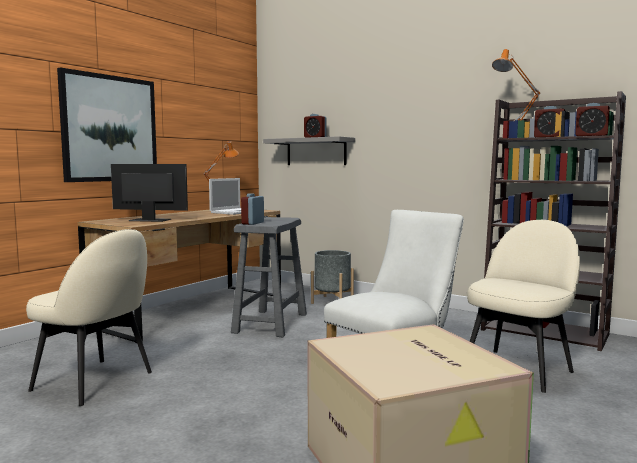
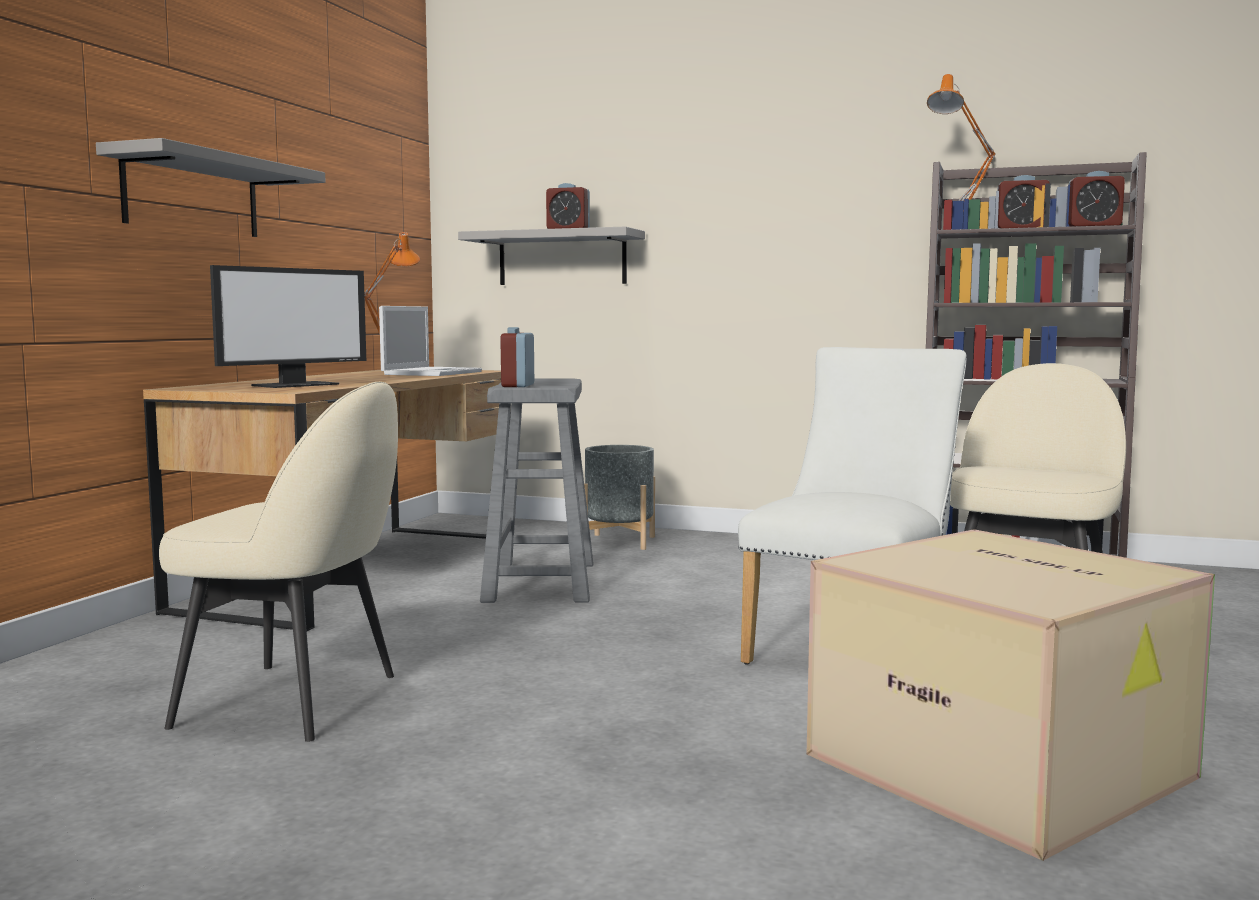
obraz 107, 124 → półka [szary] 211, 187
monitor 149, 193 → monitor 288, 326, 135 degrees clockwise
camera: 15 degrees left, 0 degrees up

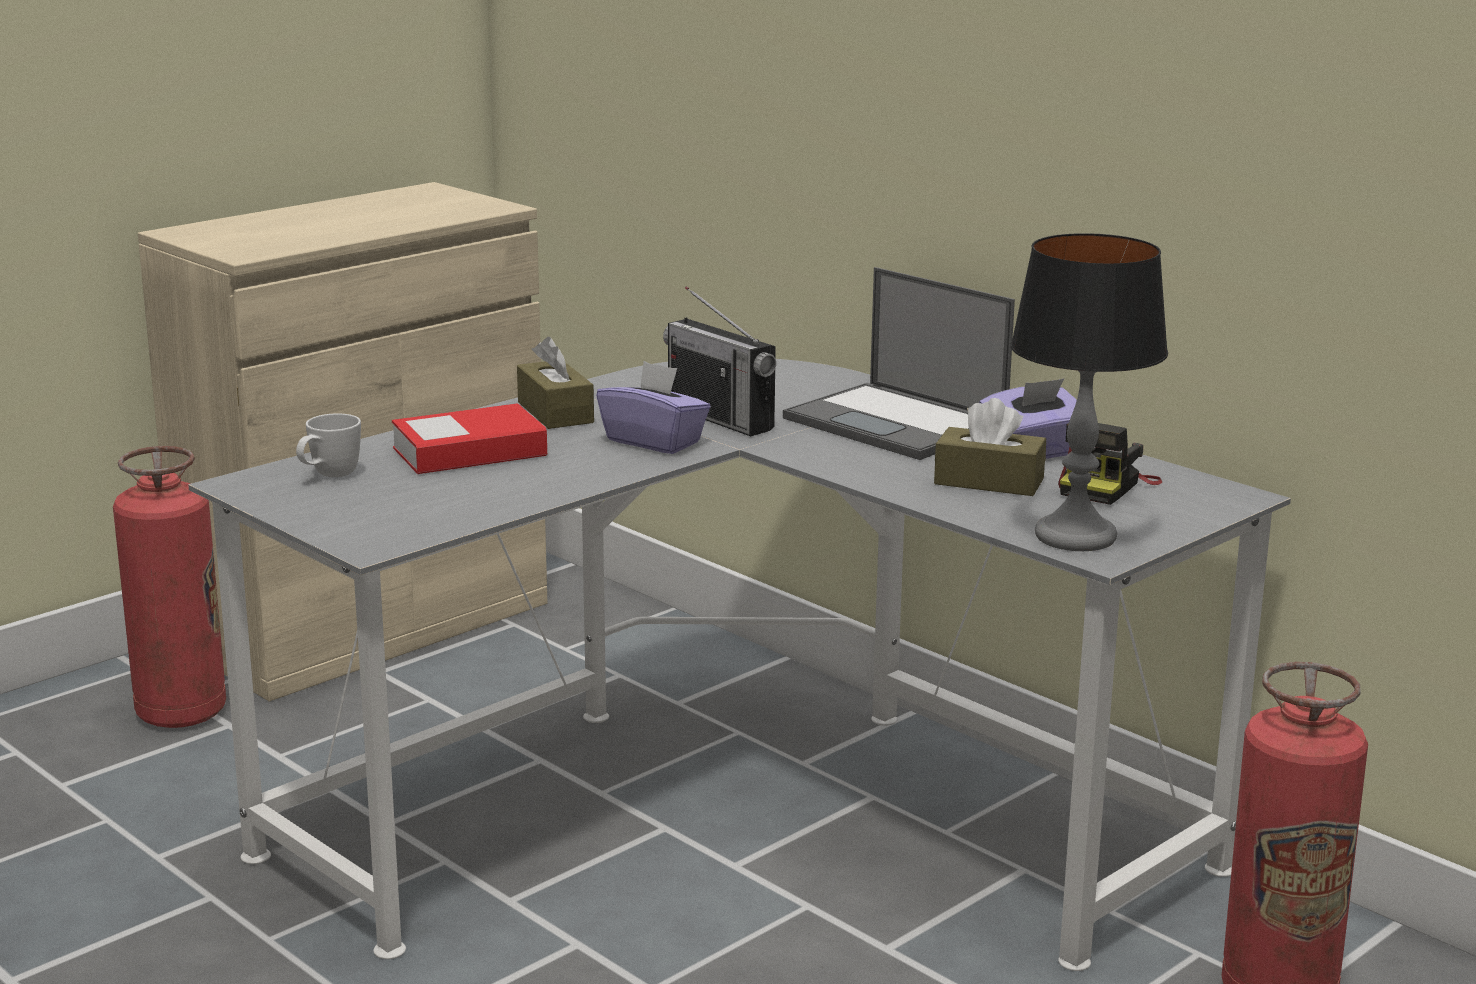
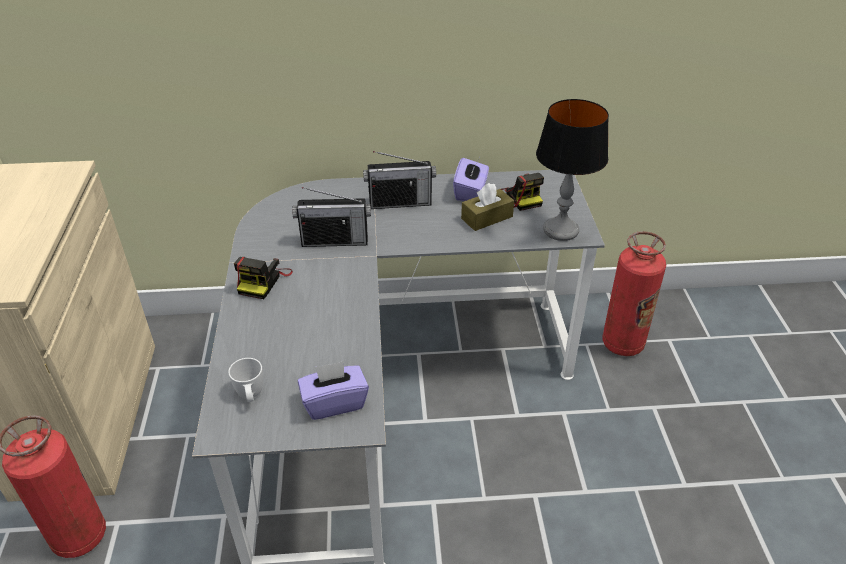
książka 469, 438 → -
pudełko chusteczek [fioletowy] 653, 407 → pudełko chusteczek [fioletowy] 333, 390, shifted
pudełko chusteczek [brązowy] 555, 383 → aparat fotograficzny 263, 278
laptop 899, 363 → radio 399, 180
camera: 50 degrees left, 20 degrees up

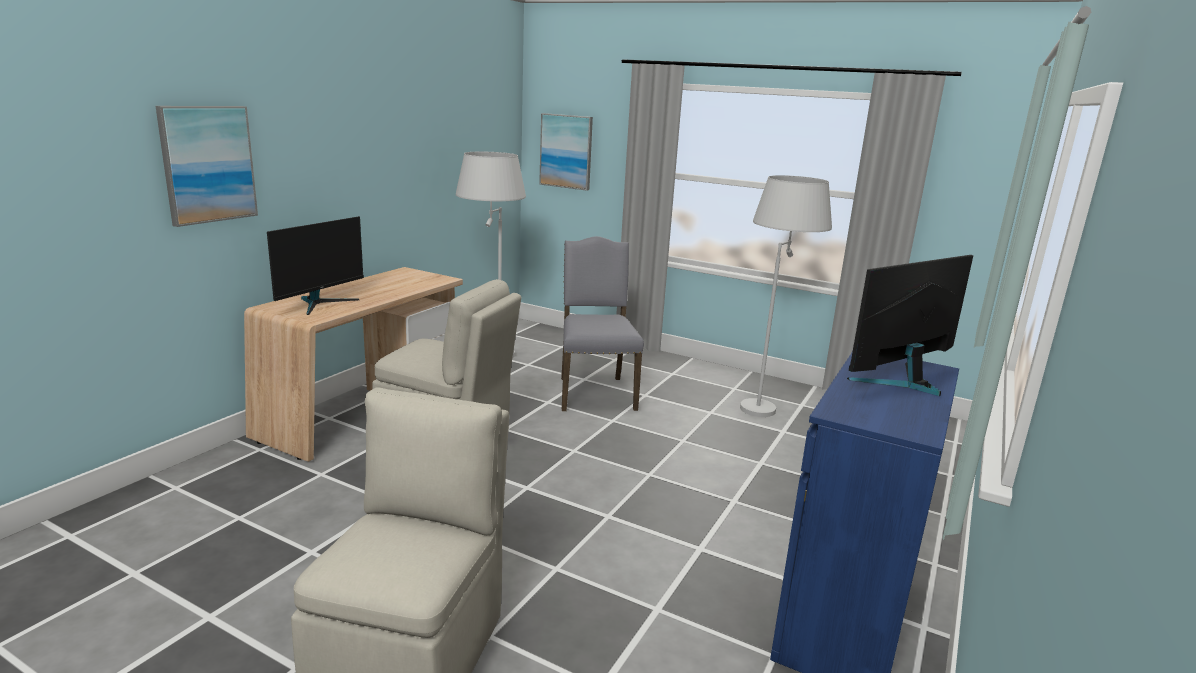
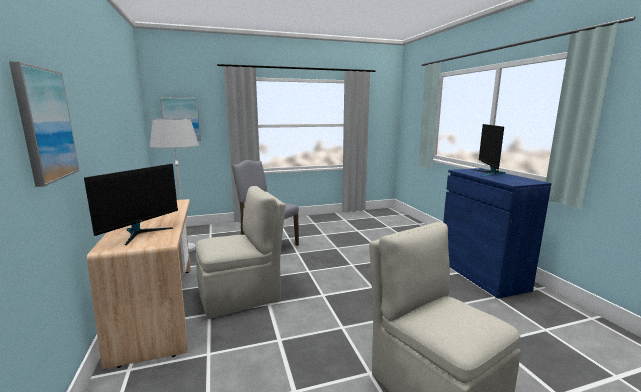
lampa stojąca [biały] 786, 296 → -
monitor 315, 265 → monitor 131, 204, 45 degrees clockwise
camera: 45 degrees left, 5 degrees down

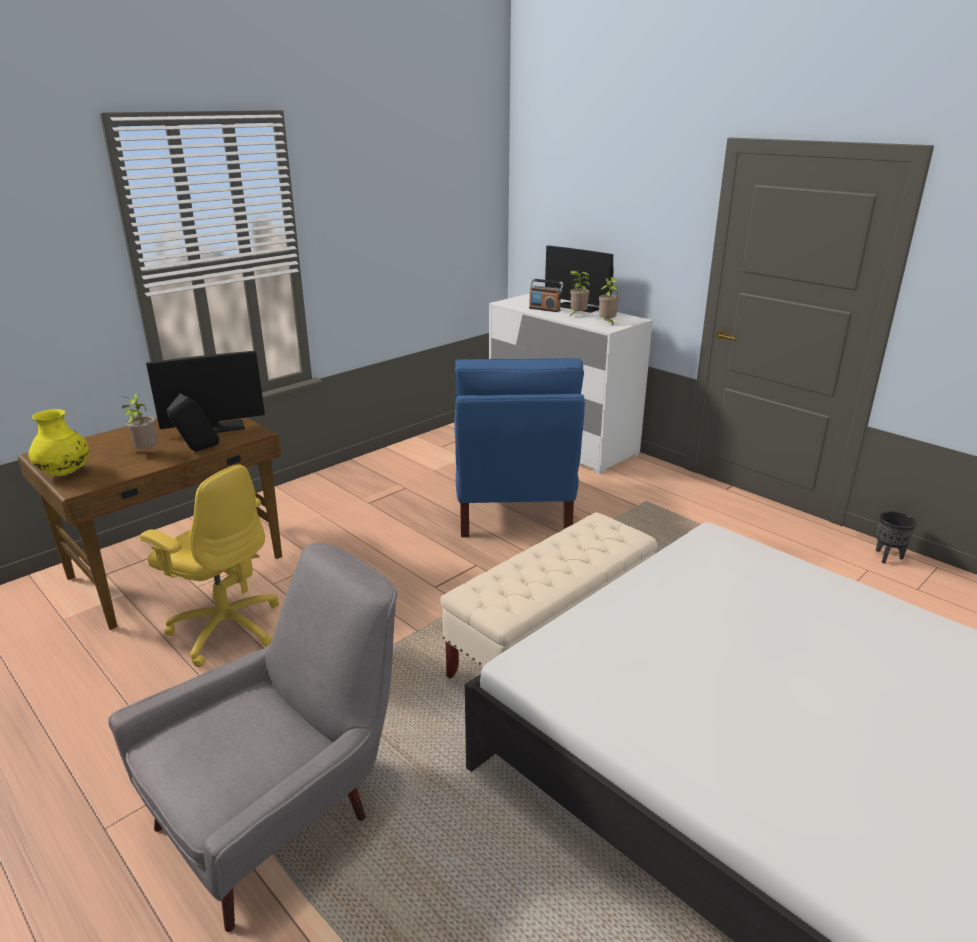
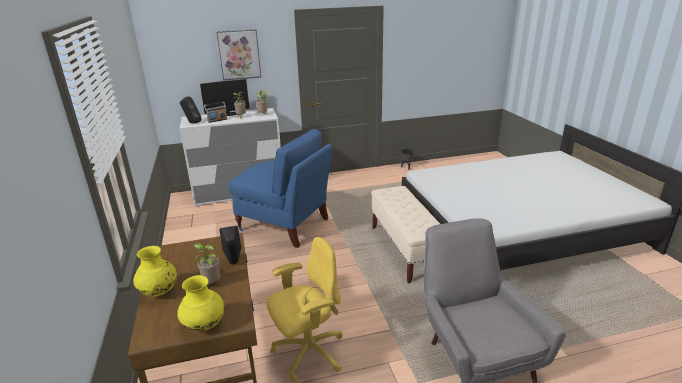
monitor 205, 392 → -
- → wazon [żółty] 155, 271
- → głośnik [czarny] 191, 109
- → obraz 238, 55
camera: 60 degrees left, 0 degrees up

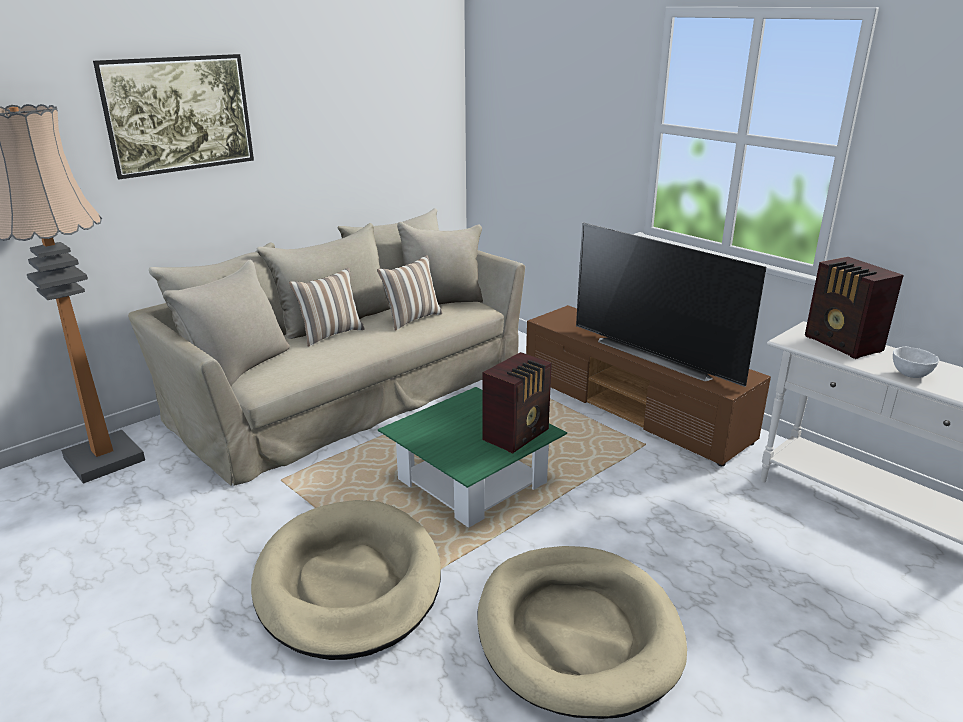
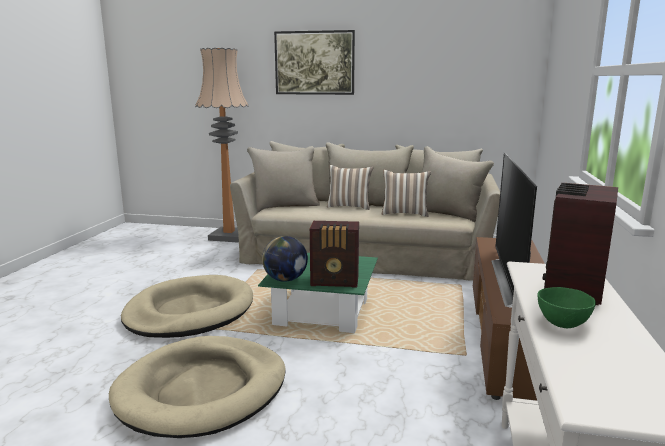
- → globus 285, 259
miska [biały] 916, 362 → miska [zielony] 567, 307
camera: 55 degrees right, 10 degrees down

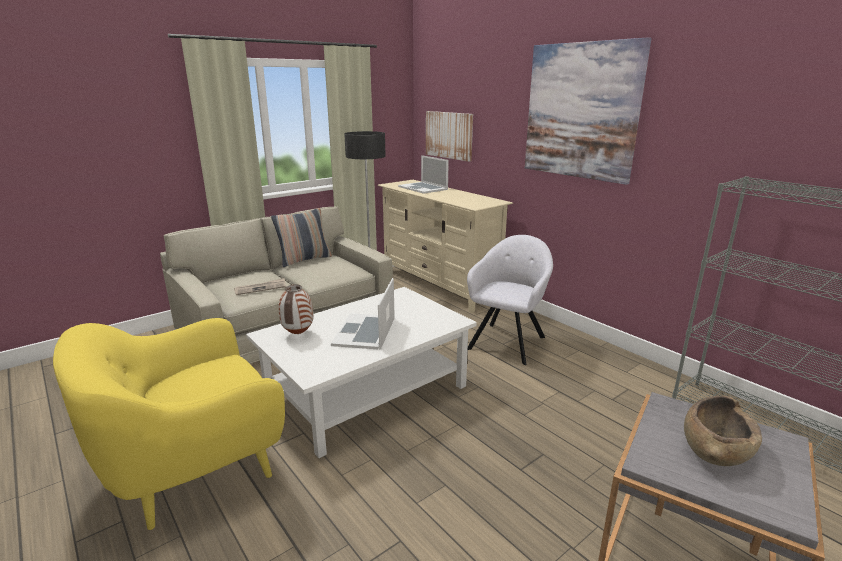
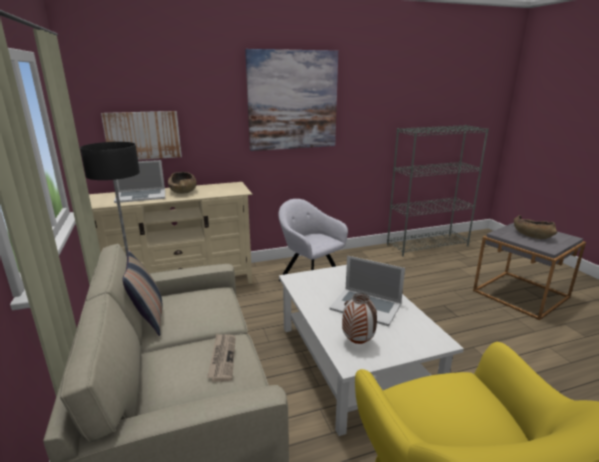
- → miska [brązowy] 182, 183
camera: 70 degrees left, 0 degrees up

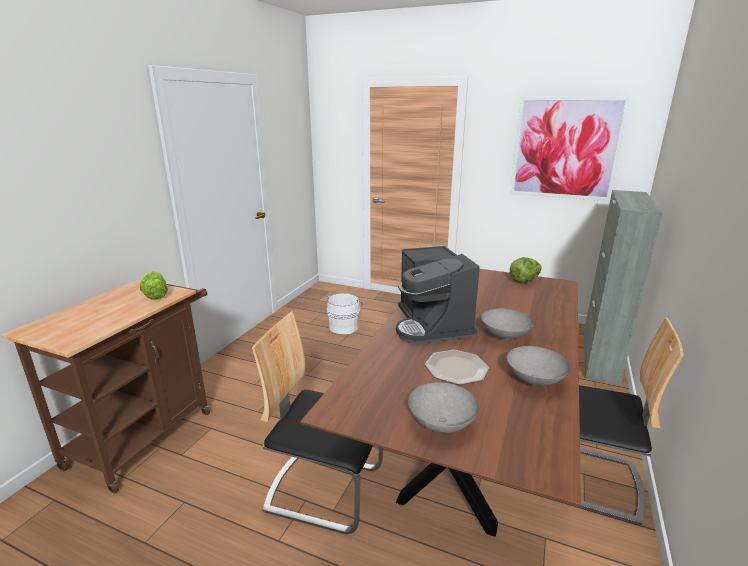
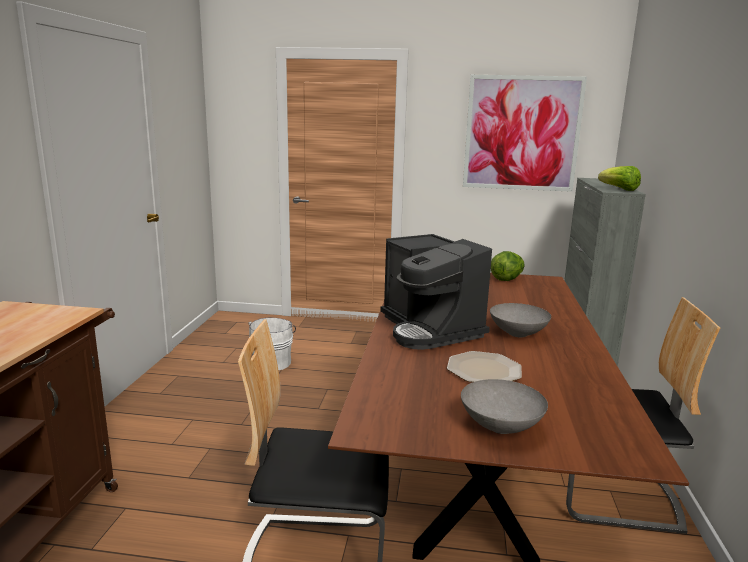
miska [szary] 539, 366 → -
sałata 154, 285 → sałata 619, 178, shifted
camera: 15 degrees left, 5 degrees down

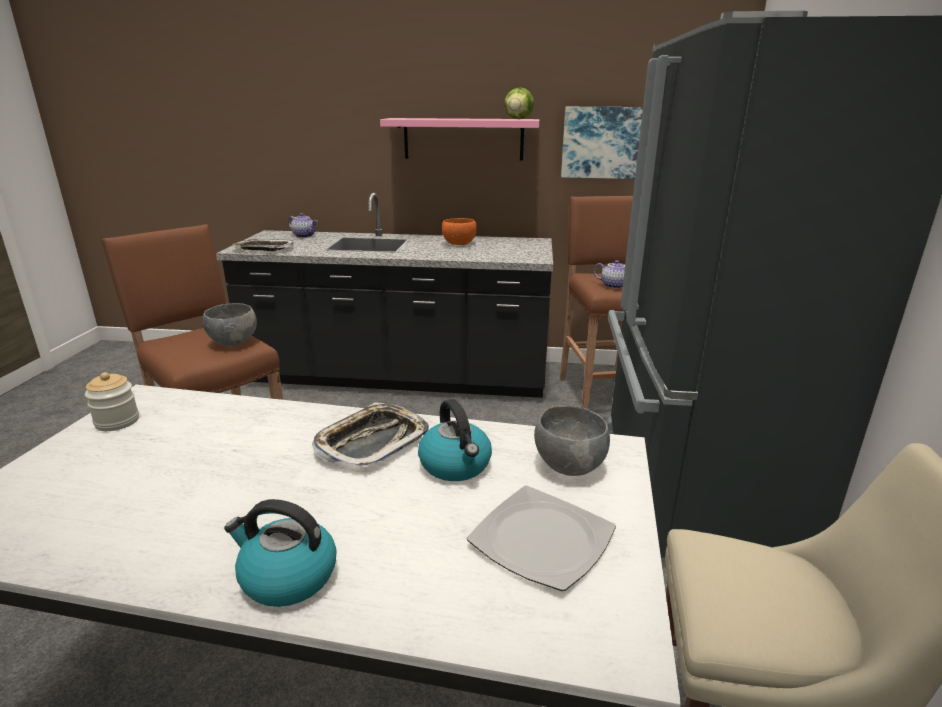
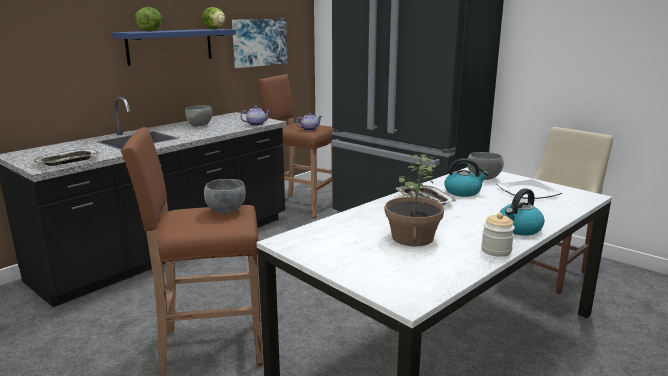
- → sałata 148, 19
- → roślina doniczkowa 414, 200
słoik 112, 401 → słoik 498, 235, shifted
imbryk 302, 225 → imbryk 255, 116, shifted
półka [różowy] 459, 139 → półka [niebieski] 174, 47
miska [pomarańczowy] 459, 231 → miska [szary] 199, 115
camera: 55 degrees left, 5 degrees down

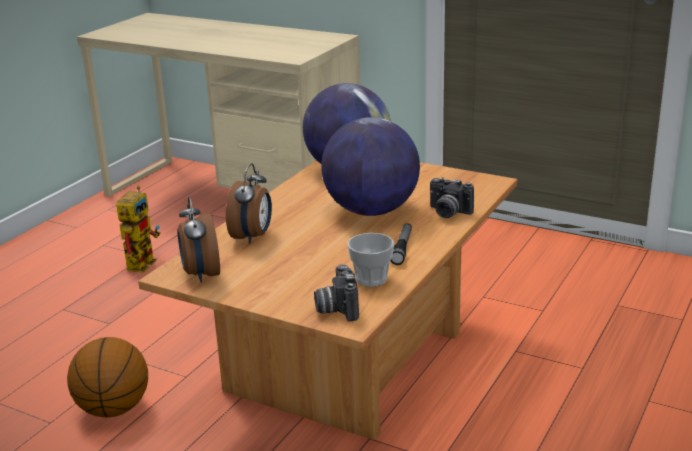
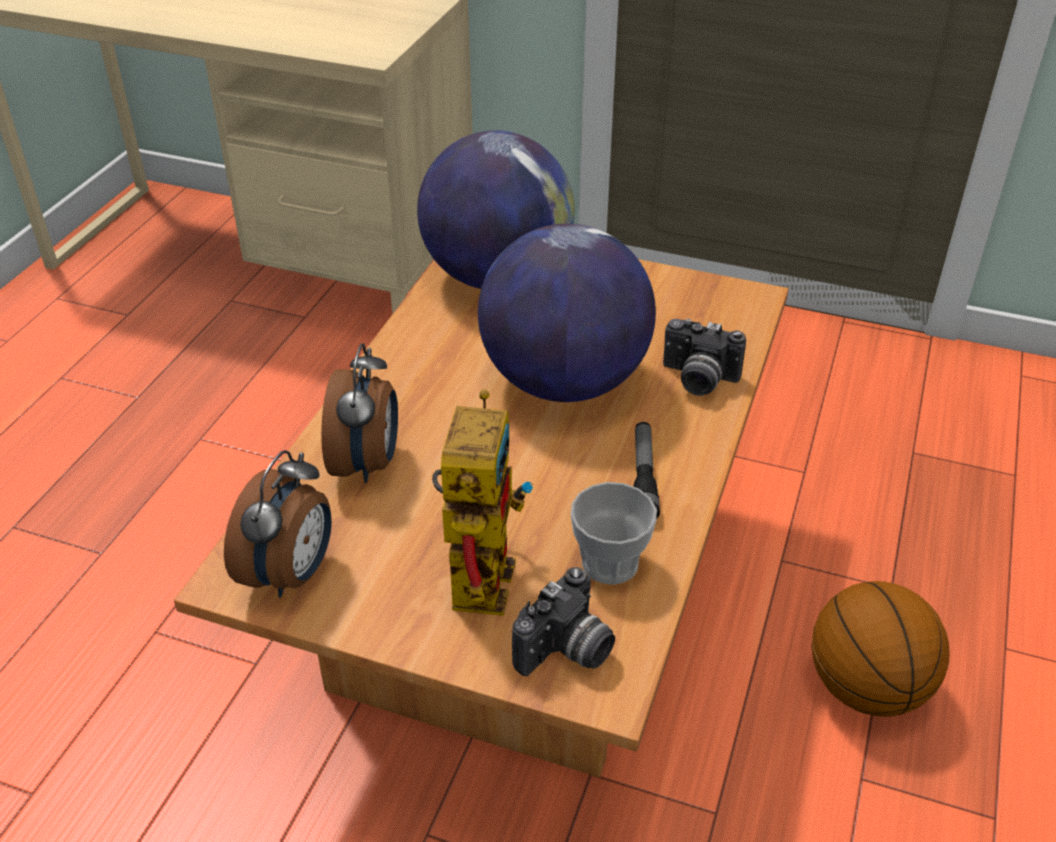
piłka do koszykówki 107, 377 → piłka do koszykówki 880, 649, shifted
robot zabawkowy 138, 229 → robot zabawkowy 482, 502, shifted
budzik 198, 239 → budzik 278, 524, 135 degrees counterclockwise
aparat fotograficzny 336, 293 → aparat fotograficzny 563, 621, 120 degrees counterclockwise
camera: 10 degrees left, 15 degrees up

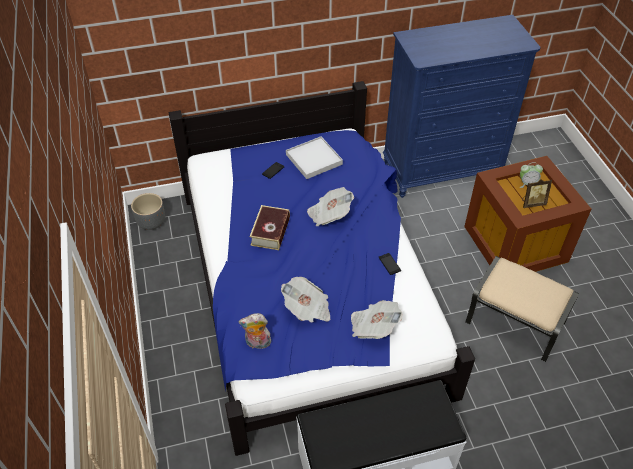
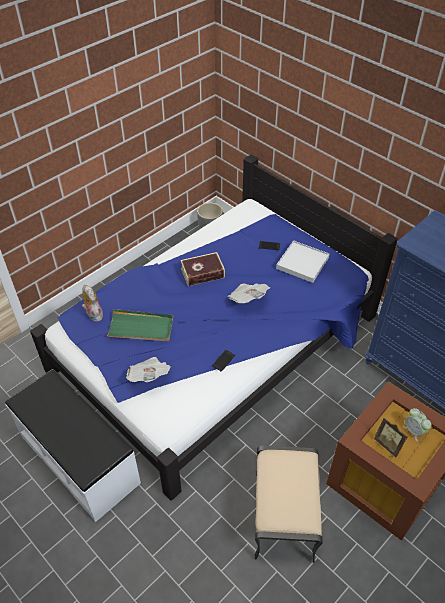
gazeta 306, 300 → taca [zielony] 139, 325
camera: 60 degrees right, 0 degrees up

